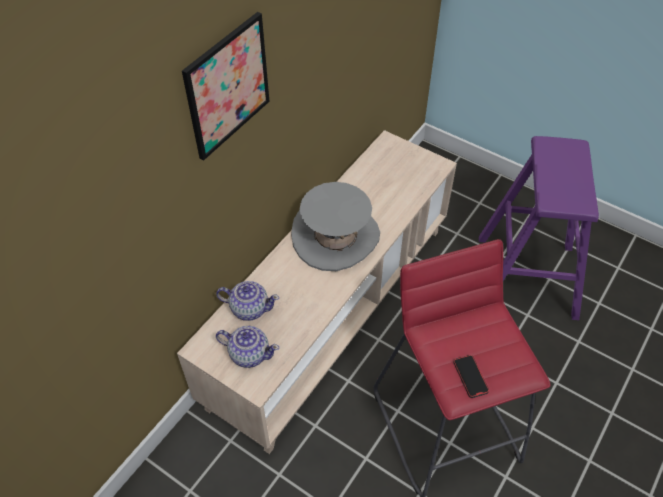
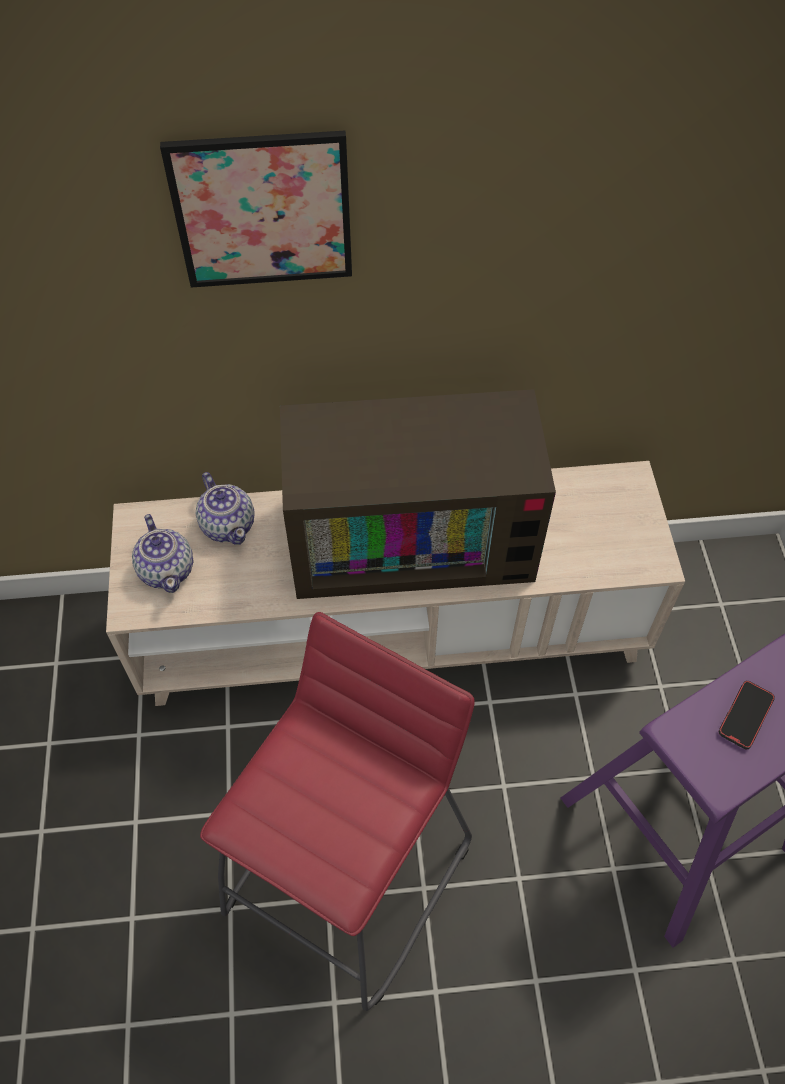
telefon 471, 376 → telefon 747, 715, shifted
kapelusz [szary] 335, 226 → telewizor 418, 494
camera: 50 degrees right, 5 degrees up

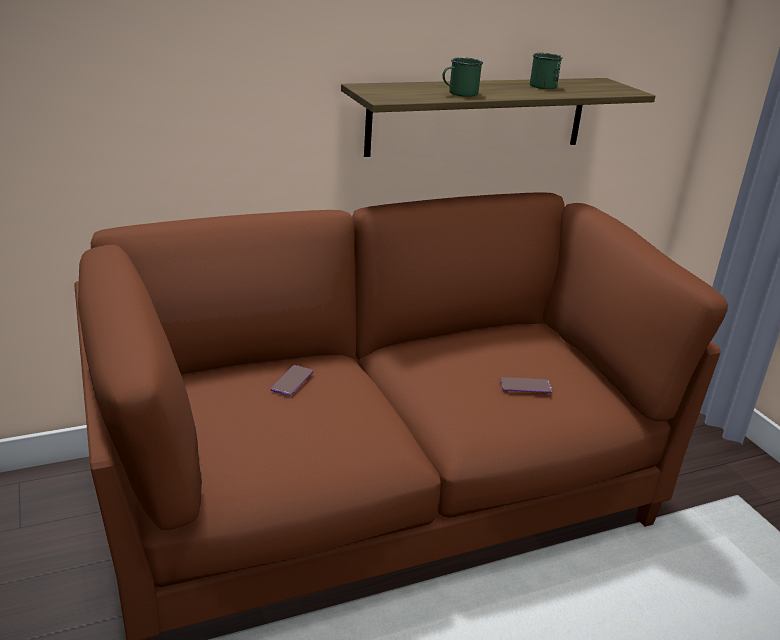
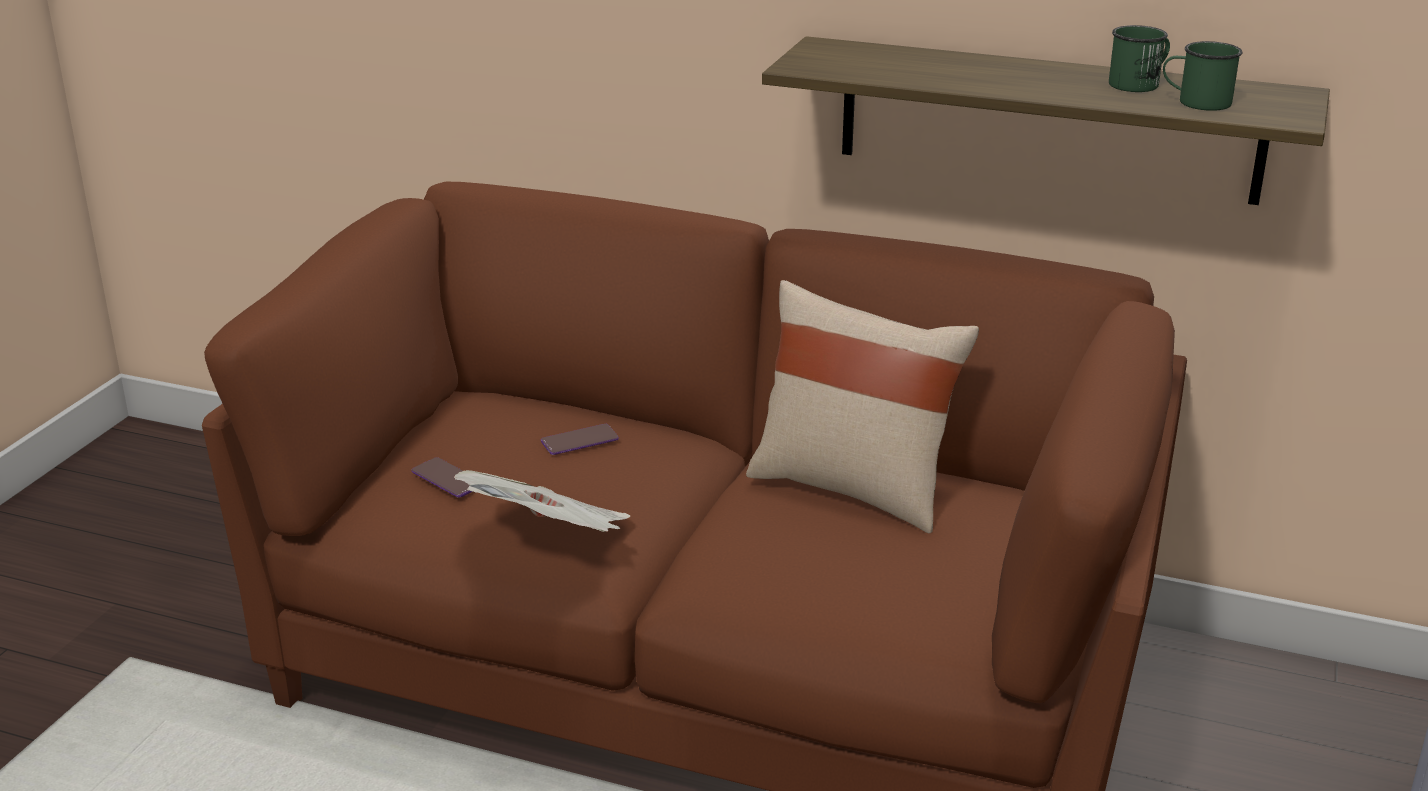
- → gazeta 542, 501
- → poduszka [beżowy] 862, 406
kubek [zielony] 462, 77 → kubek [zielony] 1202, 76, shifted
telefon 526, 385 → telefon 442, 477, shifted
camera: 45 degrees right, 0 degrees up

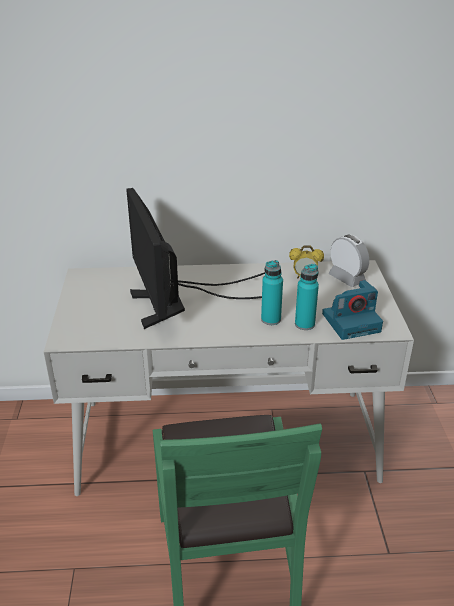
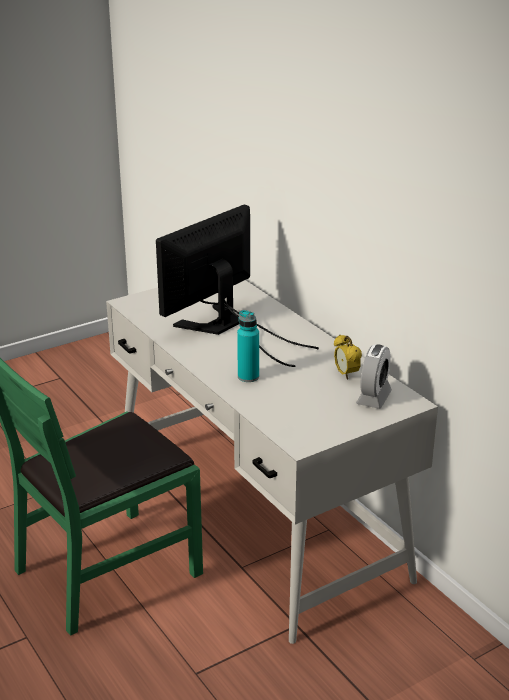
butelka [turkusowy] 307, 297 → -
aparat fotograficzny 352, 310 → -
camera: 60 degrees right, 5 degrees down

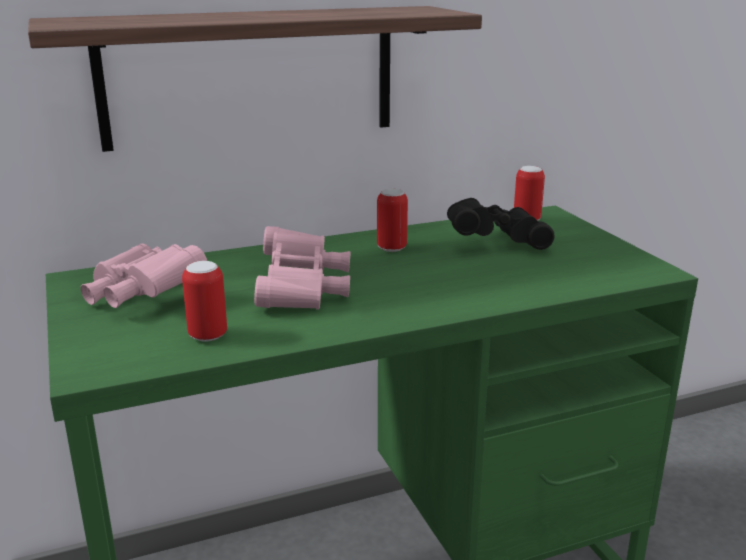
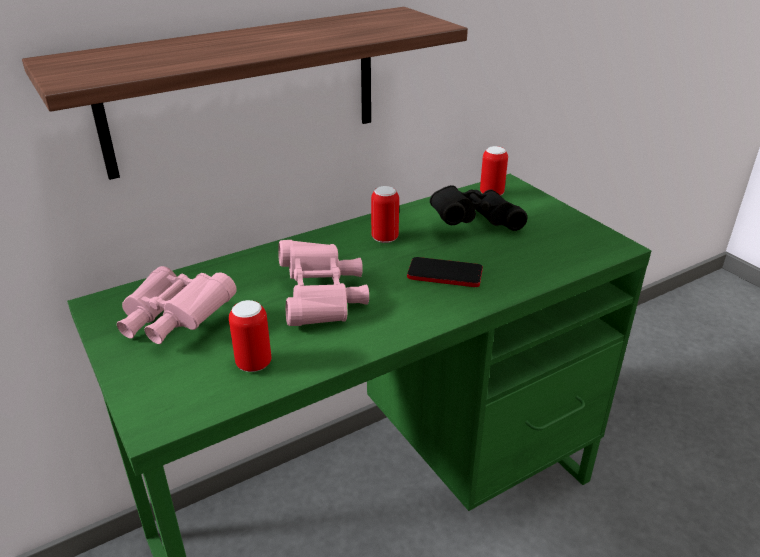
- → telefon 445, 272
camera: 10 degrees left, 10 degrees up

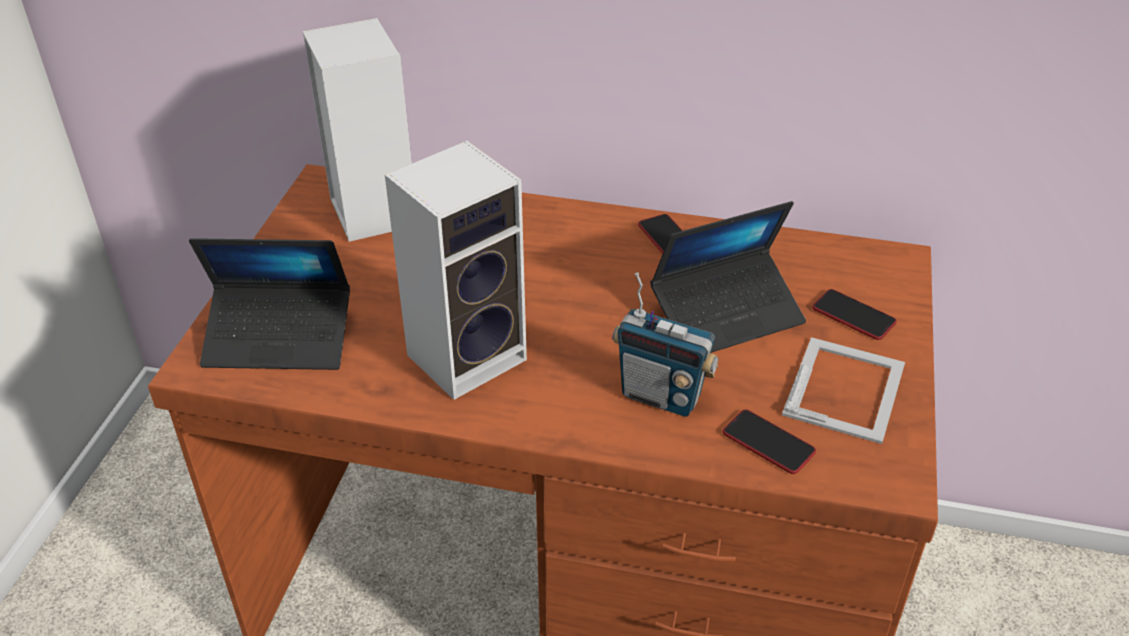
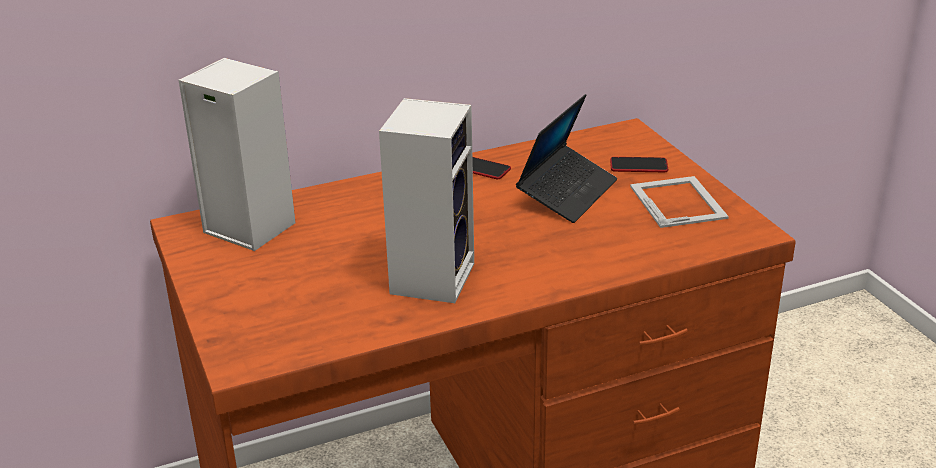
laptop 269, 304 → -
radio 665, 344 → -
telefon 769, 442 → -
camera: 35 degrees left, 10 degrees down

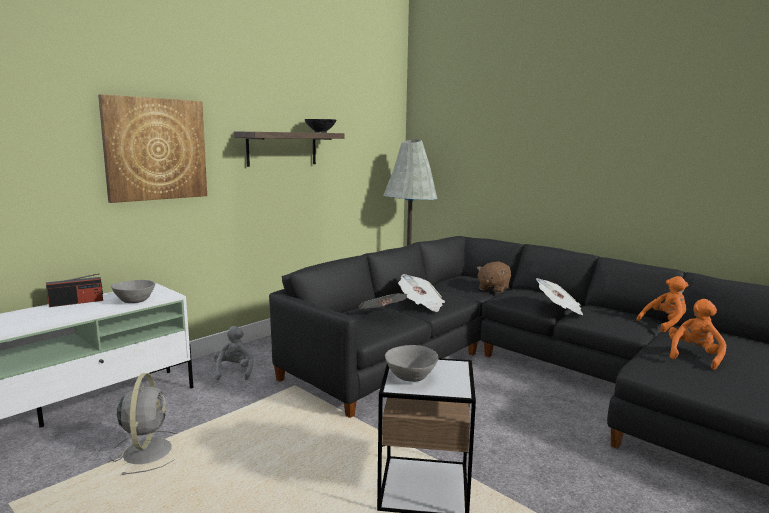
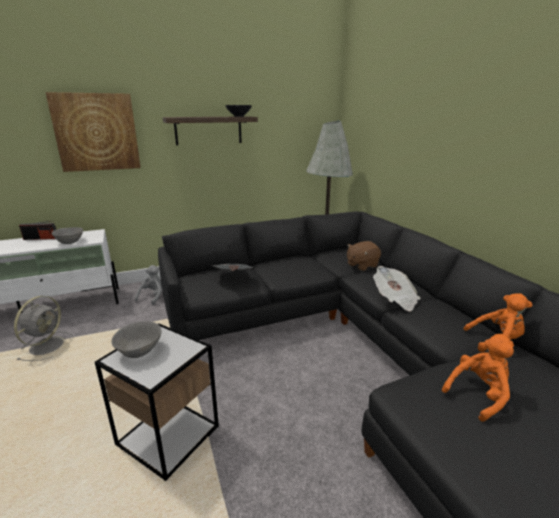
gazeta 421, 293 → -
camera: 25 degrees right, 10 degrees up

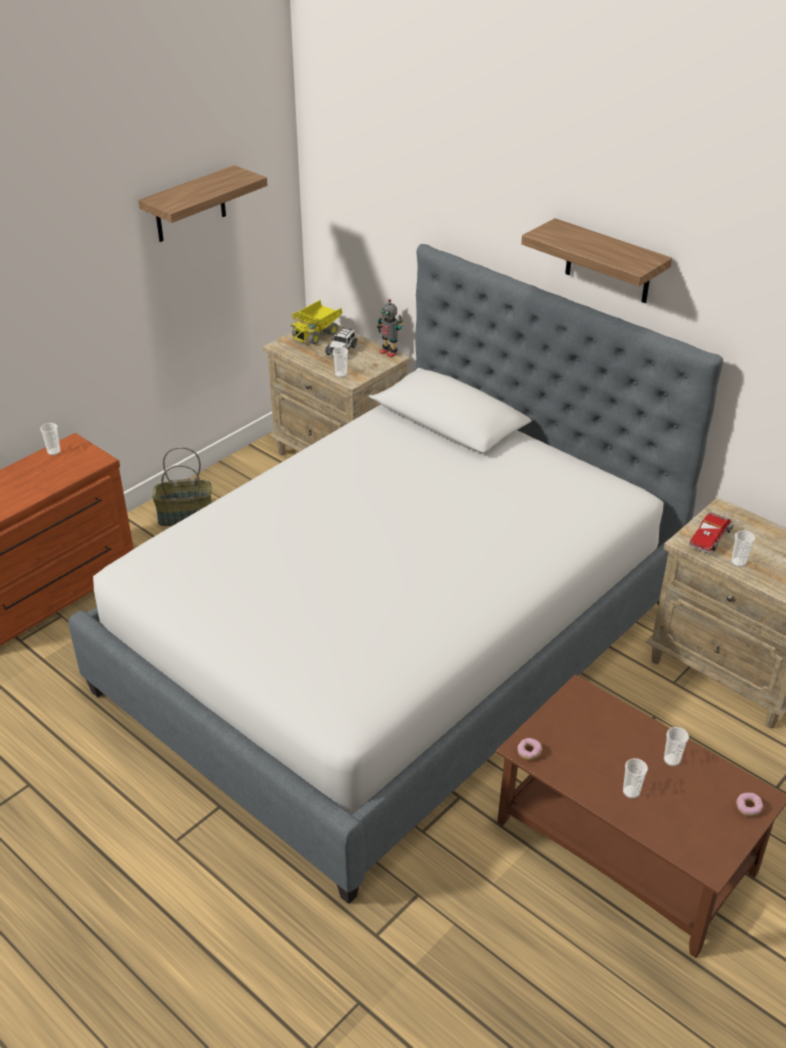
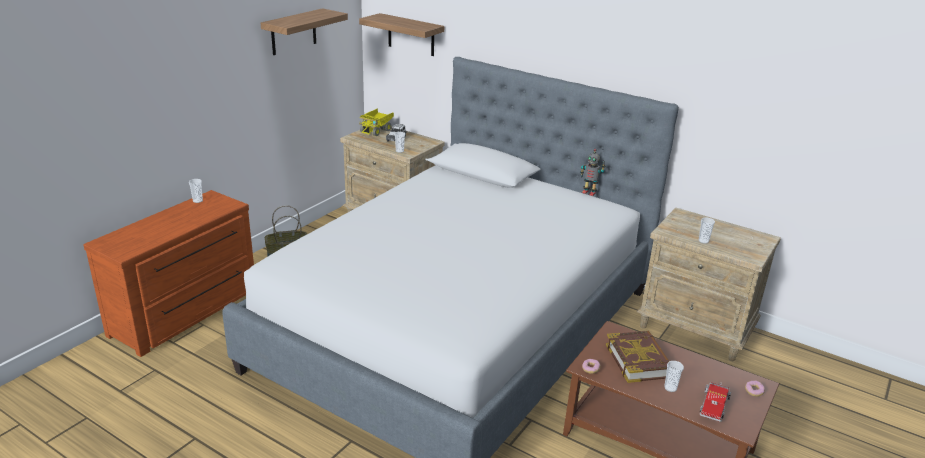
filiżanka 676, 746 → -
- → książka 638, 357
robot zabawkowy 390, 328 → robot zabawkowy 592, 172, shifted
półka 596, 260 → półka 401, 34, shifted
ciężarówka zabawkowa 710, 533 → ciężarówka zabawkowa 715, 402, shifted
camera: 10 degrees left, 10 degrees down

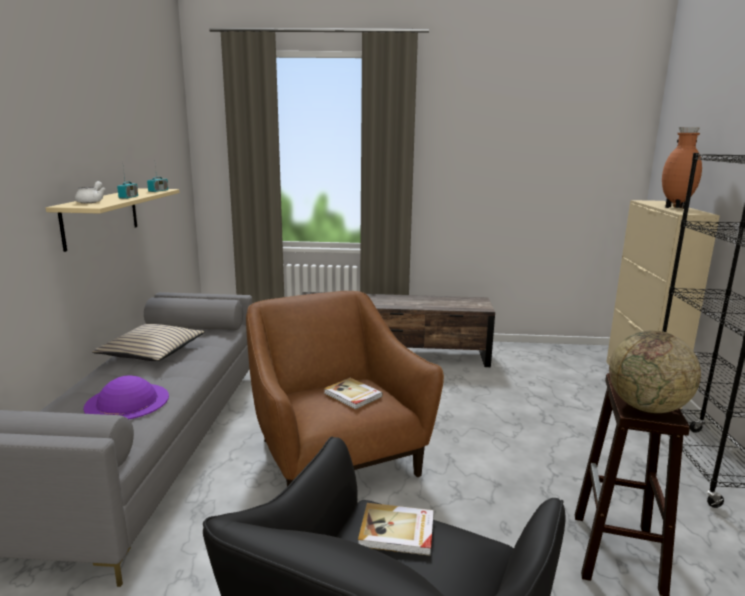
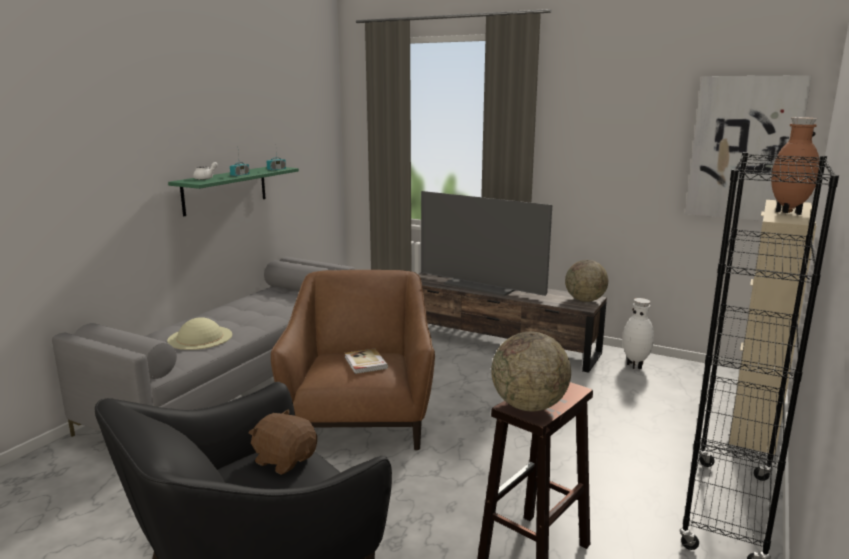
poduszka [beżowy] 148, 342 → -
- → telewizor 486, 243
- → globus 586, 281
- → wazon [biały] 638, 333
- → obraz 748, 148
książka 396, 529 → pluszak [brązowy] 283, 442
półka [beżowy] 113, 220 → półka [zielony] 233, 191
kapelusz [fioletowy] 126, 397 → kapelusz [beżowy] 199, 333
camera: 25 degrees right, 0 degrees up

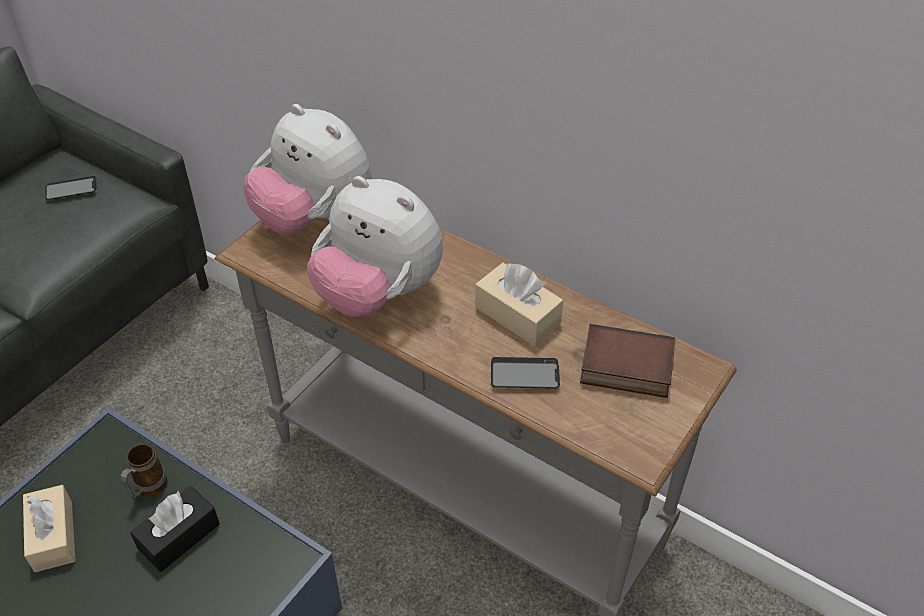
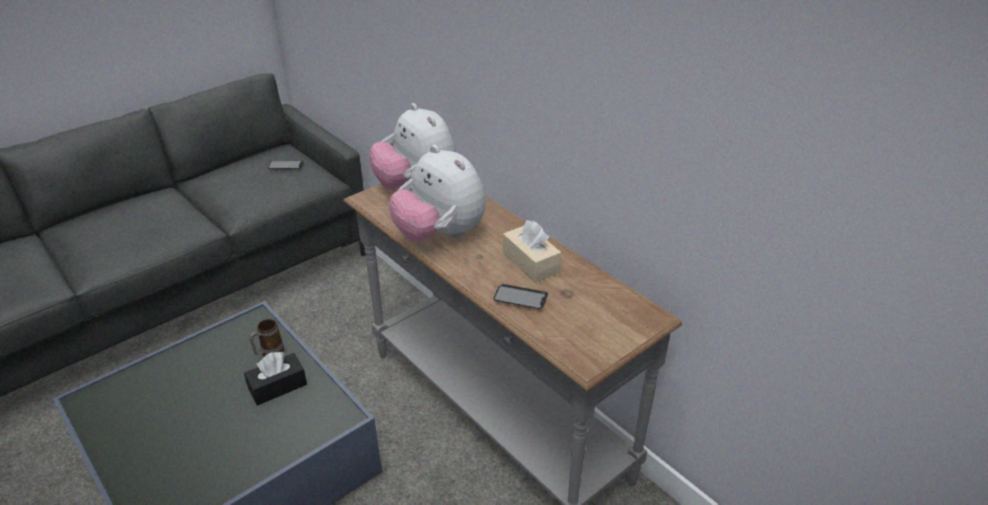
pudełko chusteczek [beżowy] 49, 528 → -
książka 627, 361 → -
camera: 15 degrees right, 10 degrees down

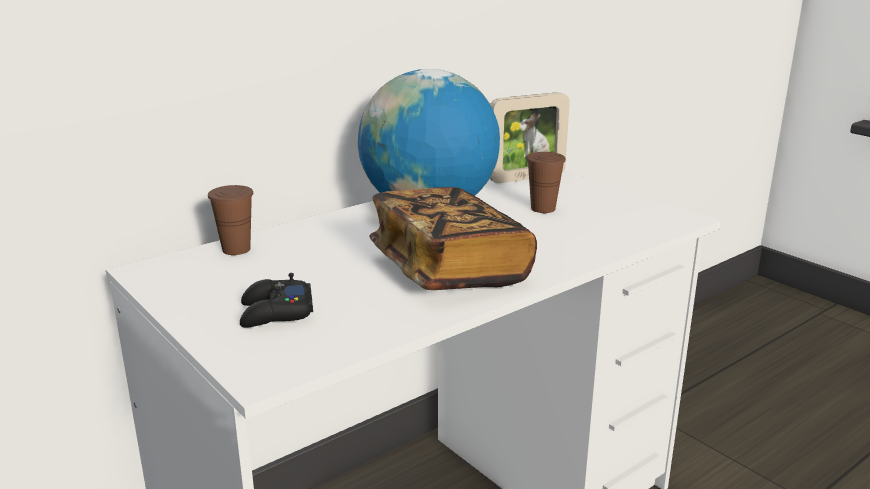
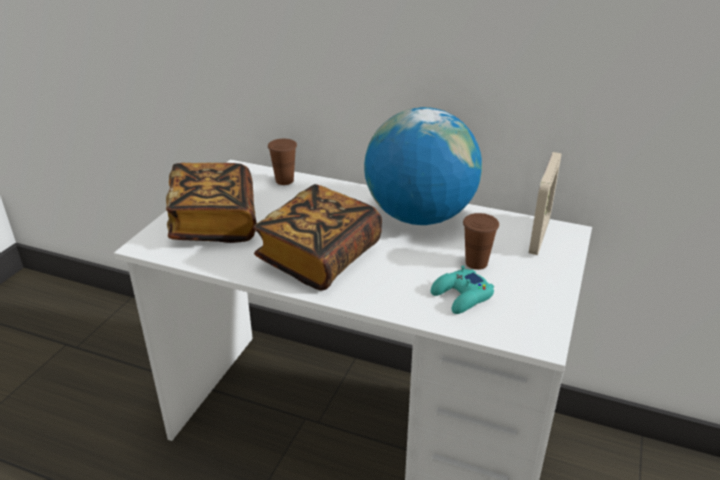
- → pad do gier [turkusowy] 462, 290
pad do gier [czarny] 276, 300 → książka 211, 203
ramka na zdjęcie 529, 137 → ramka na zdjęcie 545, 203, 105 degrees counterclockwise
camera: 60 degrees right, 10 degrees up

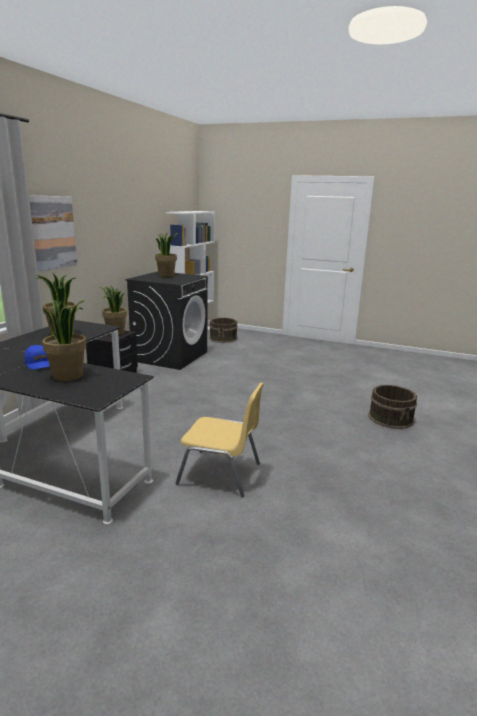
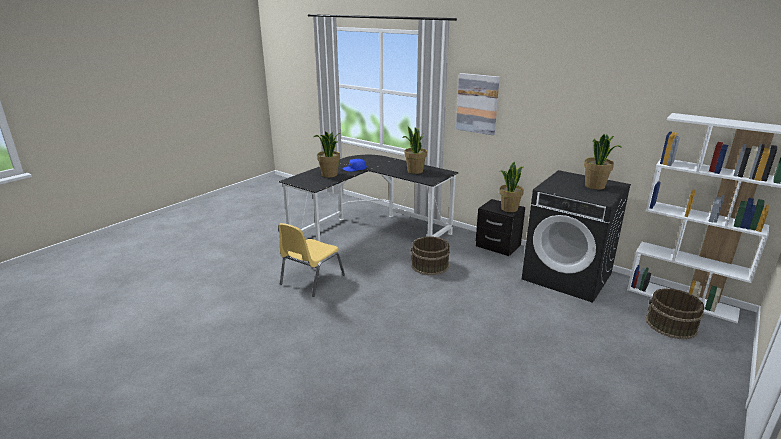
wiadro [brązowy] 392, 407 → wiadro [brązowy] 430, 256, shifted
camera: 105 degrees right, 5 degrees up

